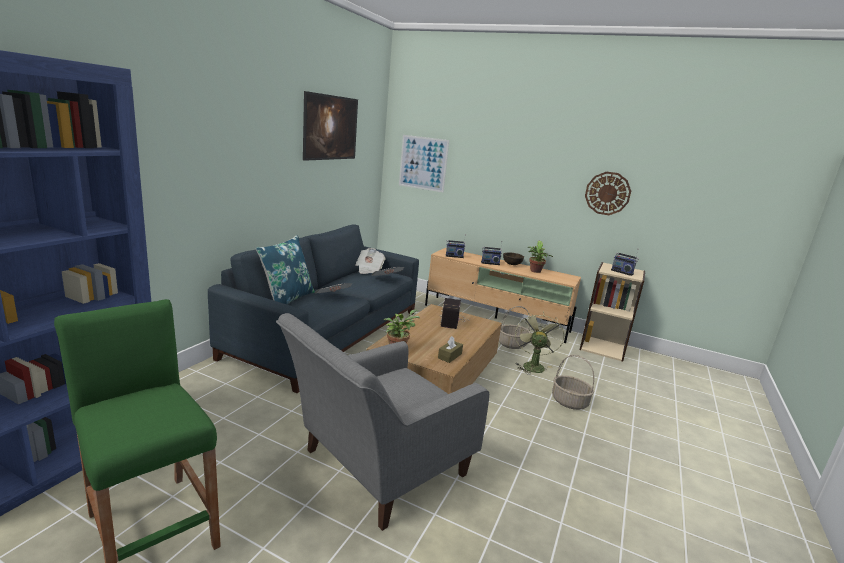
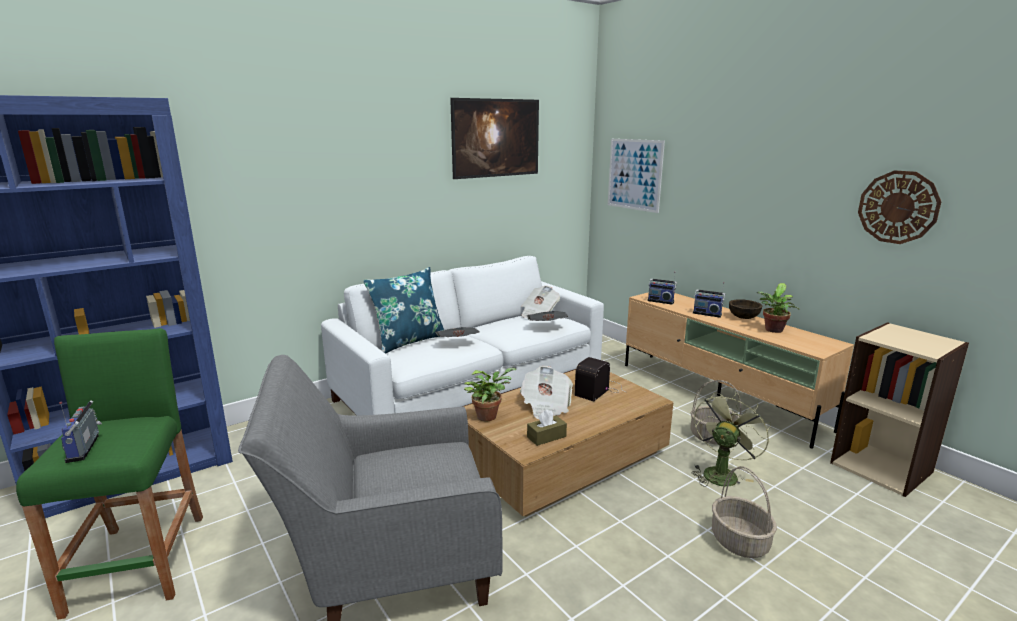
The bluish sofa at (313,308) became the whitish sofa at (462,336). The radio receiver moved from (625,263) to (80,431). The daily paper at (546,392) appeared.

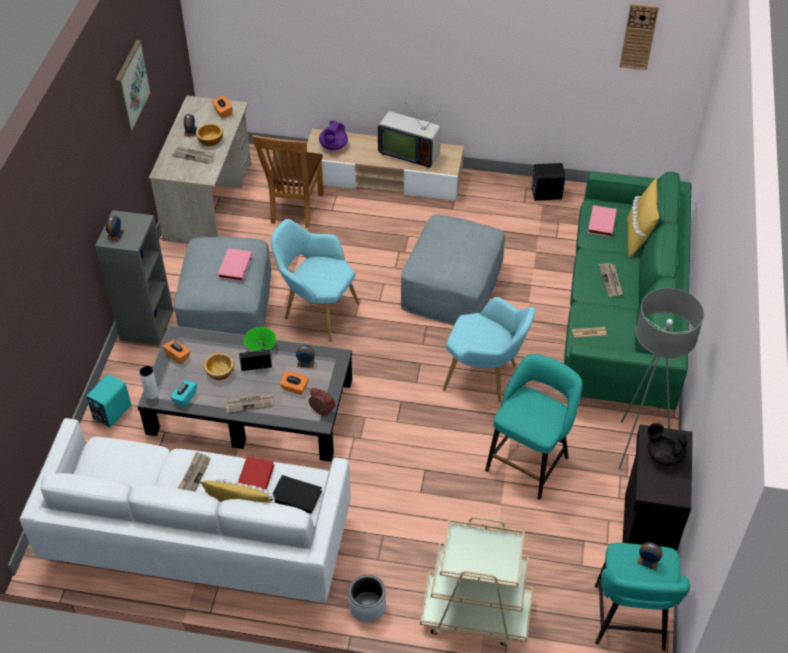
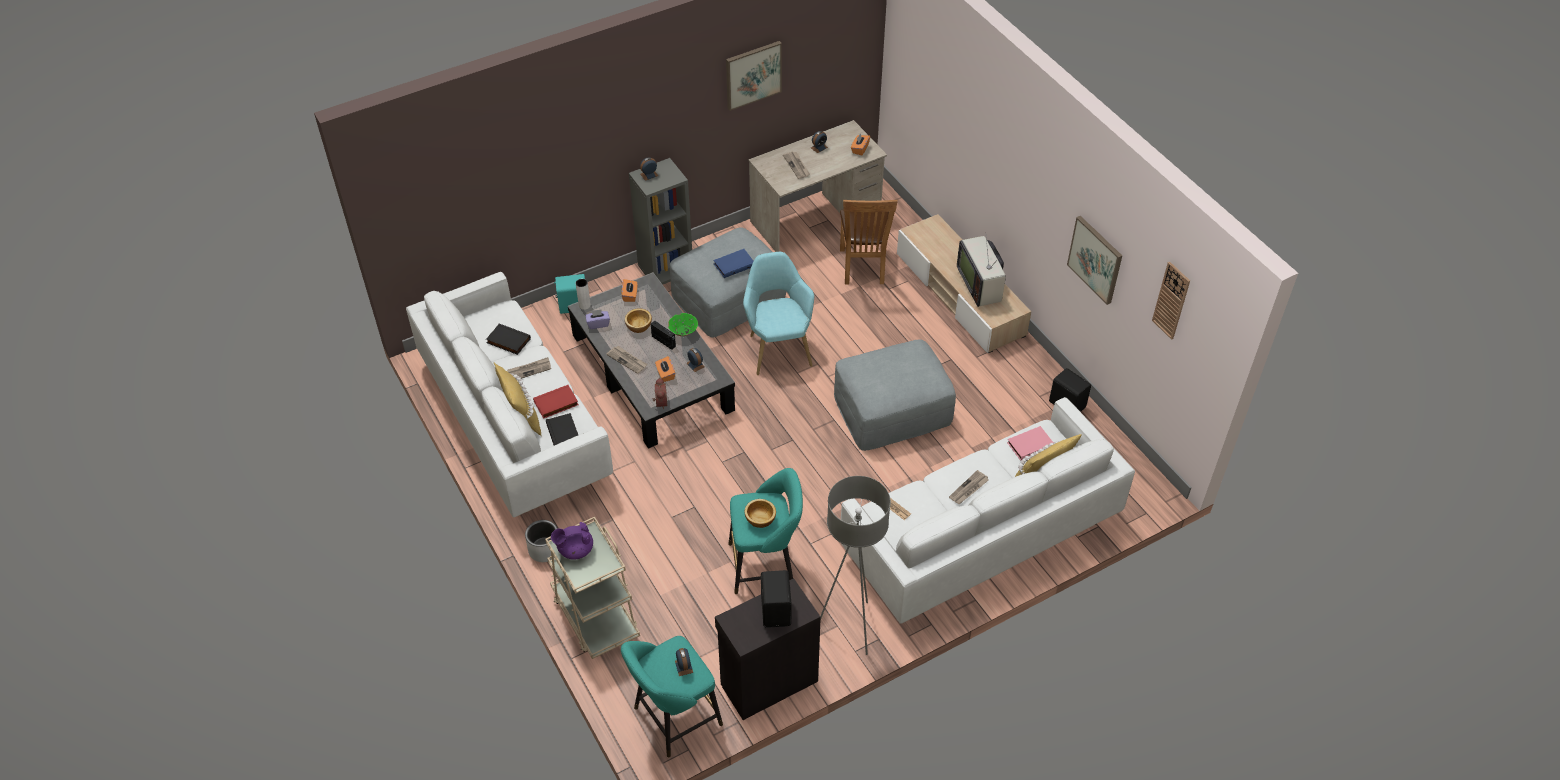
The turquoise tissue box at (183,393) became the purple-coloured tissue box at (597,319). The serving bowl moved from (209,134) to (760,513). The pinkish book at (235,265) became the bluish book at (733,263). The brown chair at (288,181) turned 60 degrees counterclockwise. The purple-coloured pot for tea moved from (333,135) to (572,541). The turquoise easy chair at (489,350) disappeared. The greenish sofa at (627,291) became the whitish sofa at (988,510). The blackish pot for tea at (667,444) was replaced by the blackish loudspeaker at (776,599). The blackish book at (508,339) appeared. The picture at (1094,260) appeared.

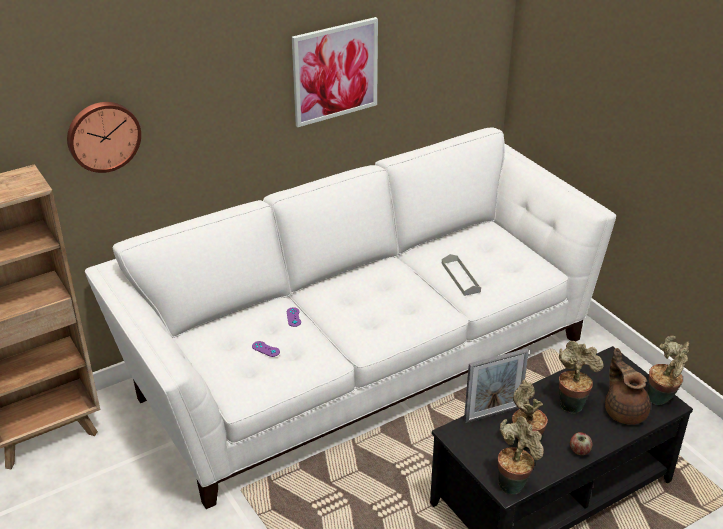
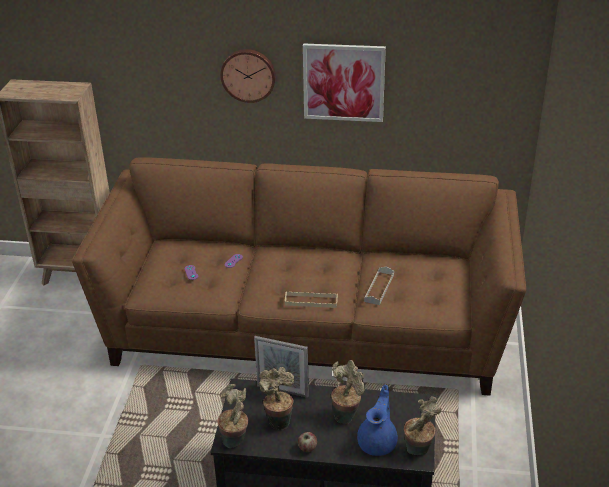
The hanging clock moved from (104,137) to (248,76). The whitish sofa at (350,318) became the brown sofa at (299,276). The brown pot for tea at (628,386) became the bluish pot for tea at (377,420). The sand-coloured serving tray at (311,299) appeared.

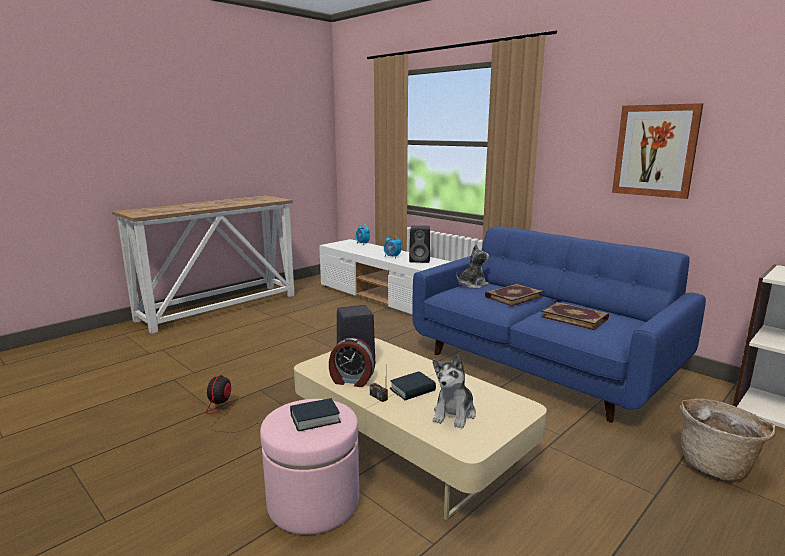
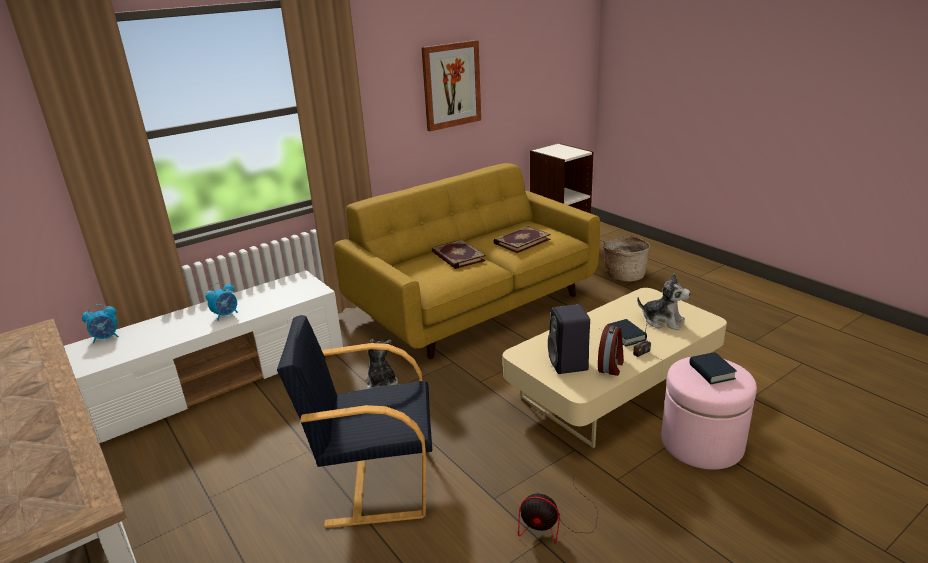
The blackish loudspeaker at (419,244) disappeared. The bluish sofa at (559,324) became the yellow sofa at (467,261). The cuddly toy moved from (472,266) to (382,364). The blackish easy chair at (354,421) appeared.

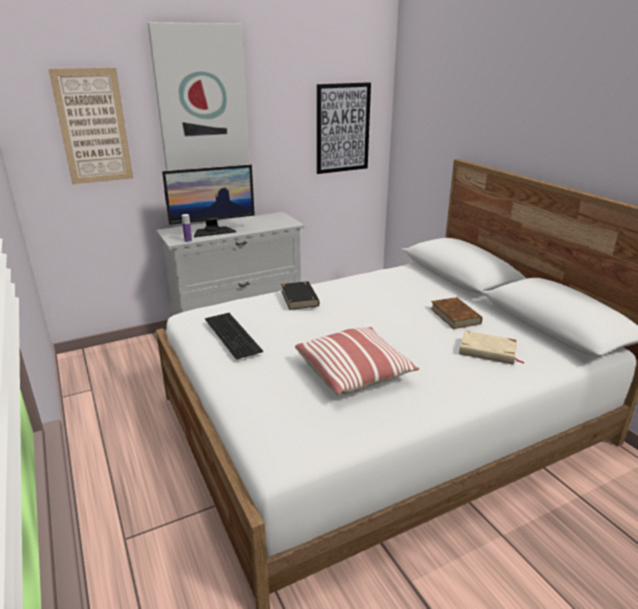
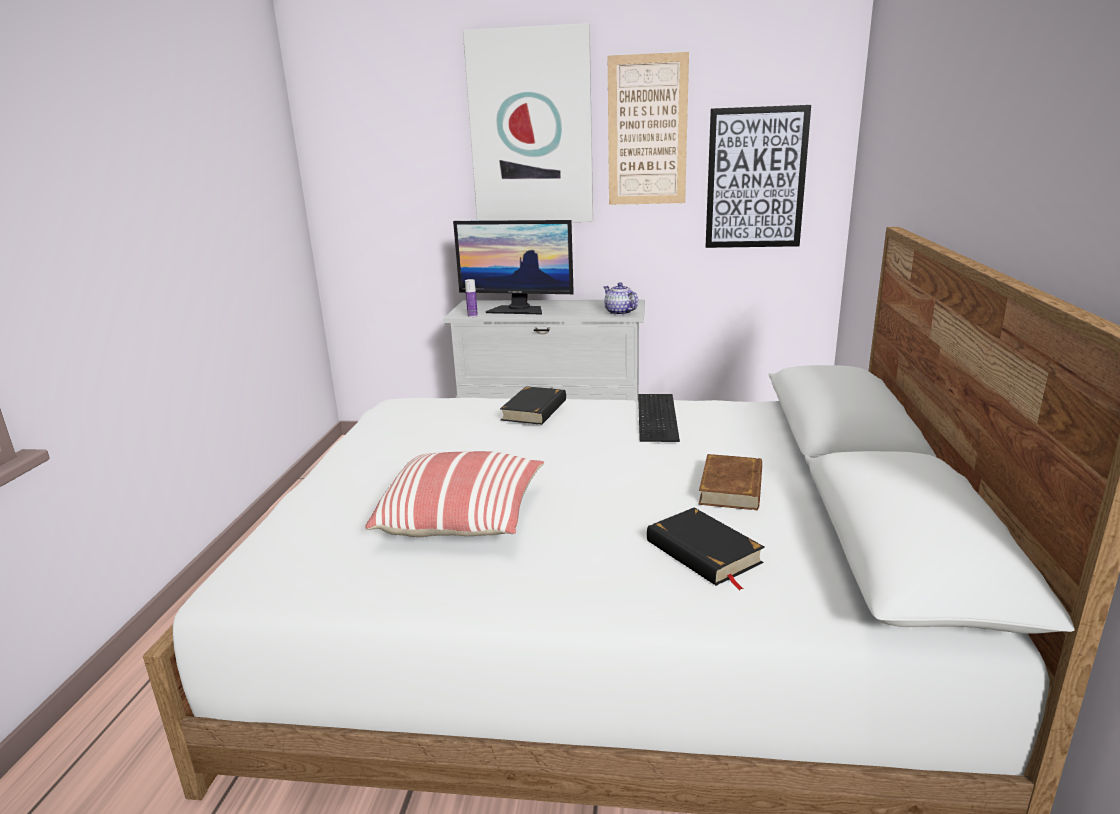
The picture moved from (90,126) to (648,128). The computer keyboard moved from (234,336) to (659,418). The sand-coloured book at (491,348) became the blackish book at (706,549). The pot for tea at (620,298) appeared.

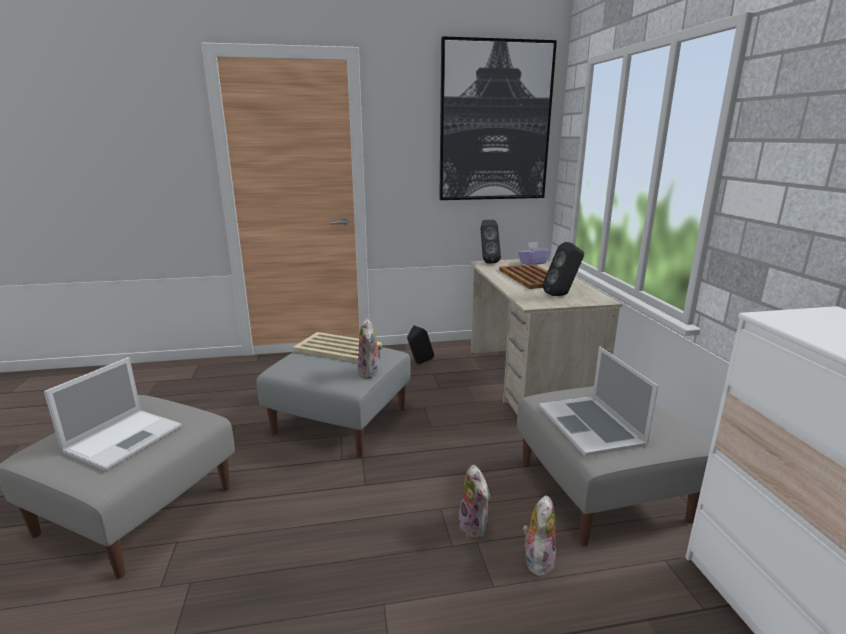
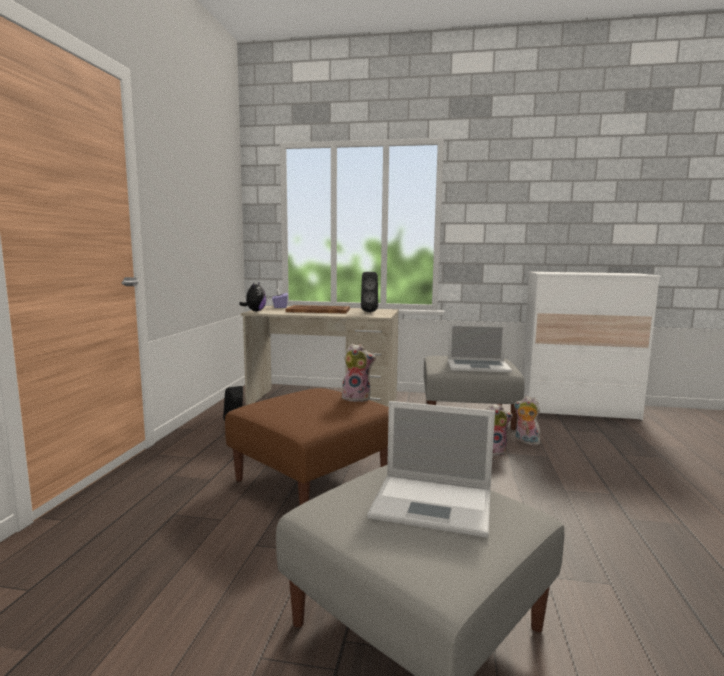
The notebook computer at (113,414) turned 150 degrees clockwise. The gray pouffe at (334,402) became the brown pouffe at (307,446). The sand-coloured serving tray at (337,347) disappeared. The picture at (498,118) disappeared. The blackish loudspeaker at (491,241) was replaced by the cuddly toy at (252,296).

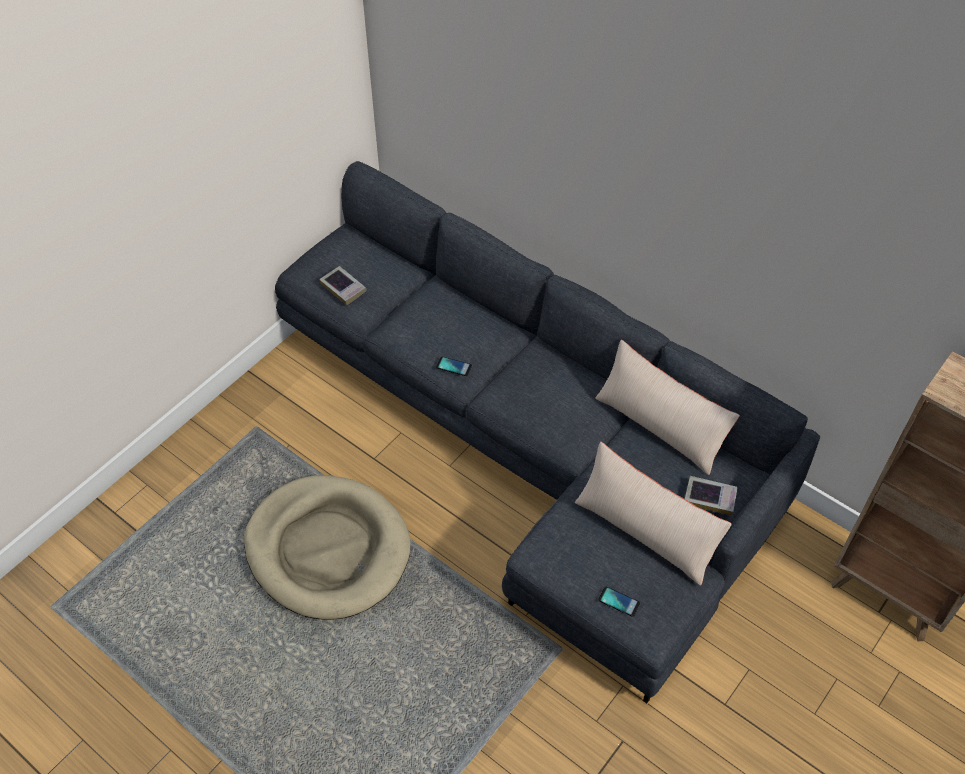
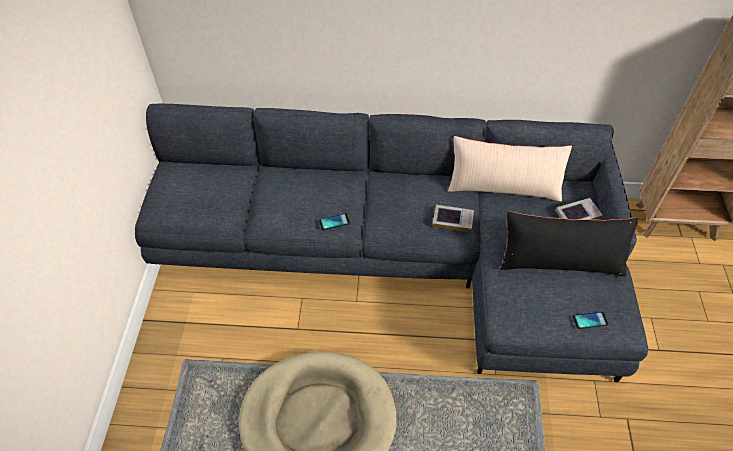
The book moved from (343,285) to (453,218). The sand-coloured cushion at (653,514) became the blackish cushion at (569,244).

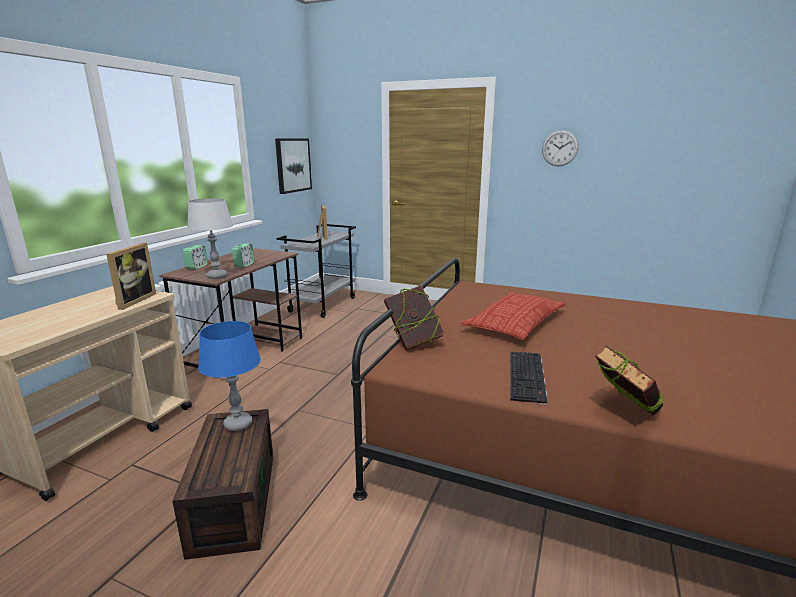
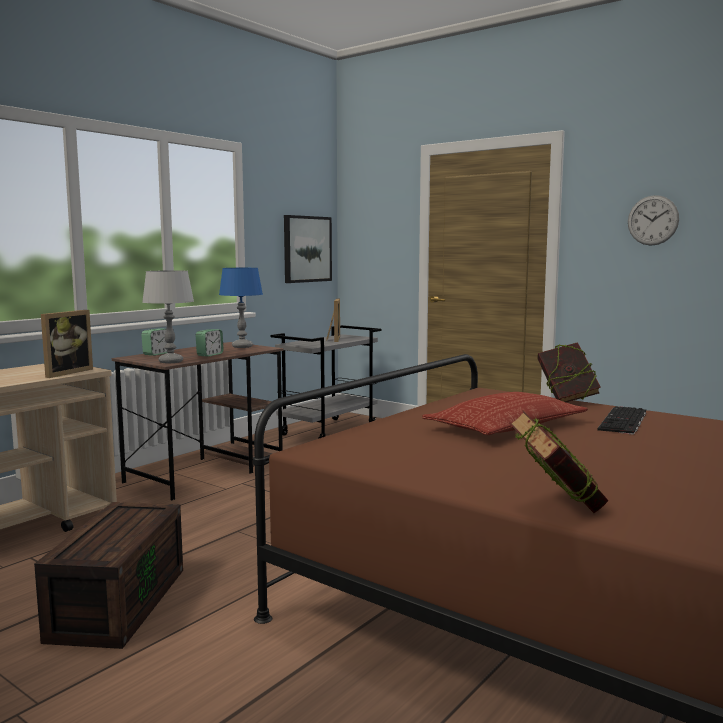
The bluish tabletop lamp moved from (229,376) to (241,308). The book moved from (414,317) to (569,372). The computer keyboard moved from (529,378) to (621,420).

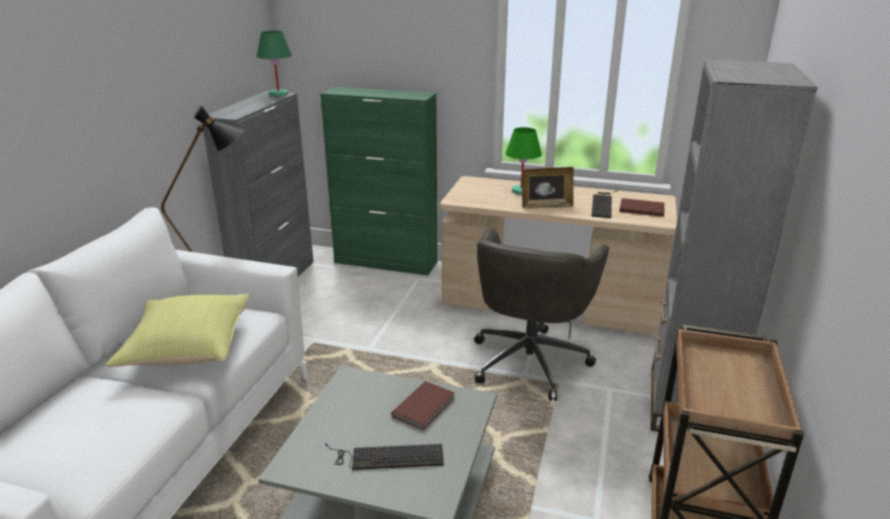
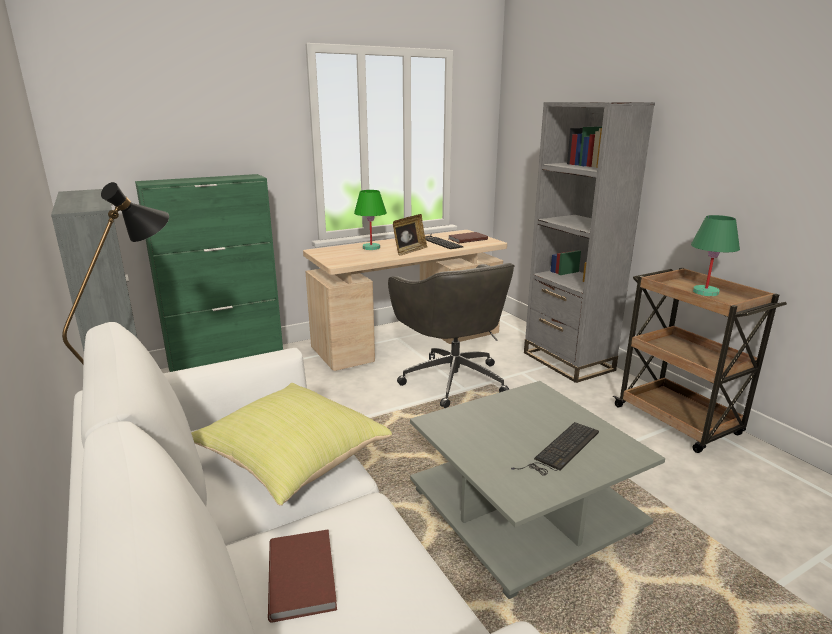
The greenish tabletop lamp moved from (274,64) to (715,255). The brown book moved from (423,405) to (302,576).

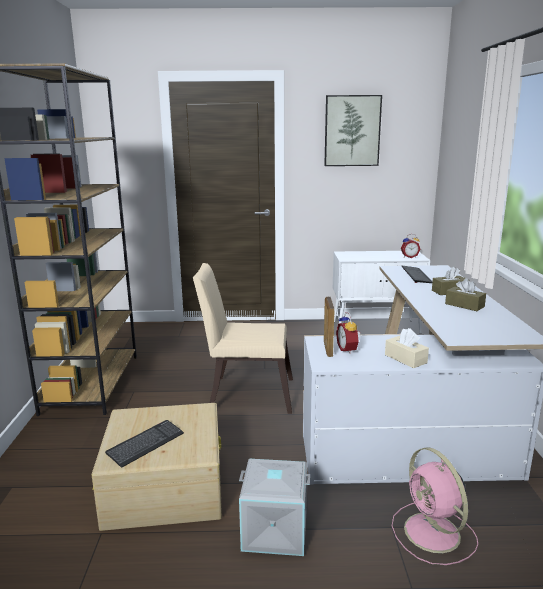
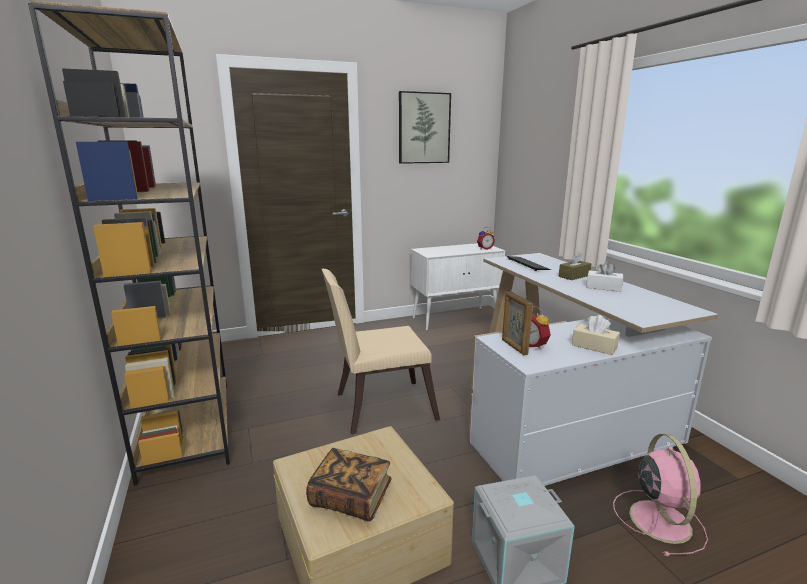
The computer keyboard at (144,444) was replaced by the book at (349,485). The pinkish fan at (435,506) turned 135 degrees counterclockwise. The brown tissue box at (465,294) became the whitish tissue box at (604,276).

